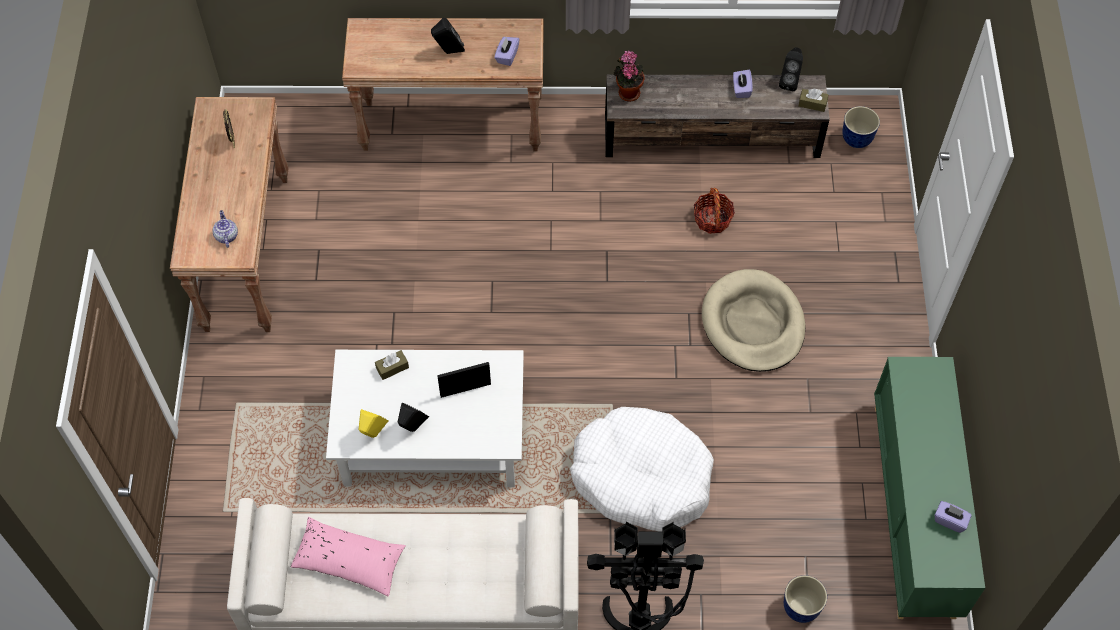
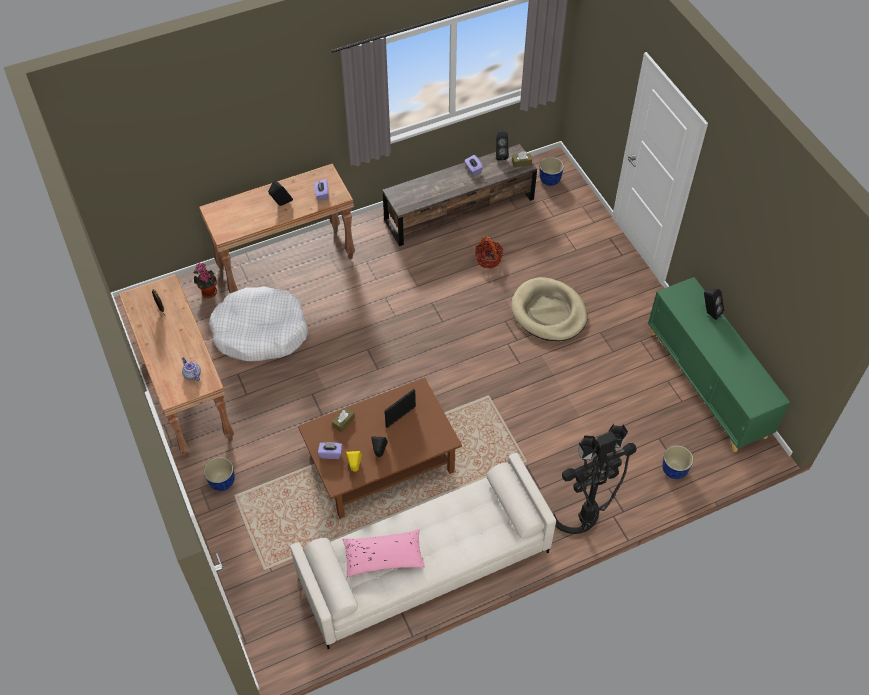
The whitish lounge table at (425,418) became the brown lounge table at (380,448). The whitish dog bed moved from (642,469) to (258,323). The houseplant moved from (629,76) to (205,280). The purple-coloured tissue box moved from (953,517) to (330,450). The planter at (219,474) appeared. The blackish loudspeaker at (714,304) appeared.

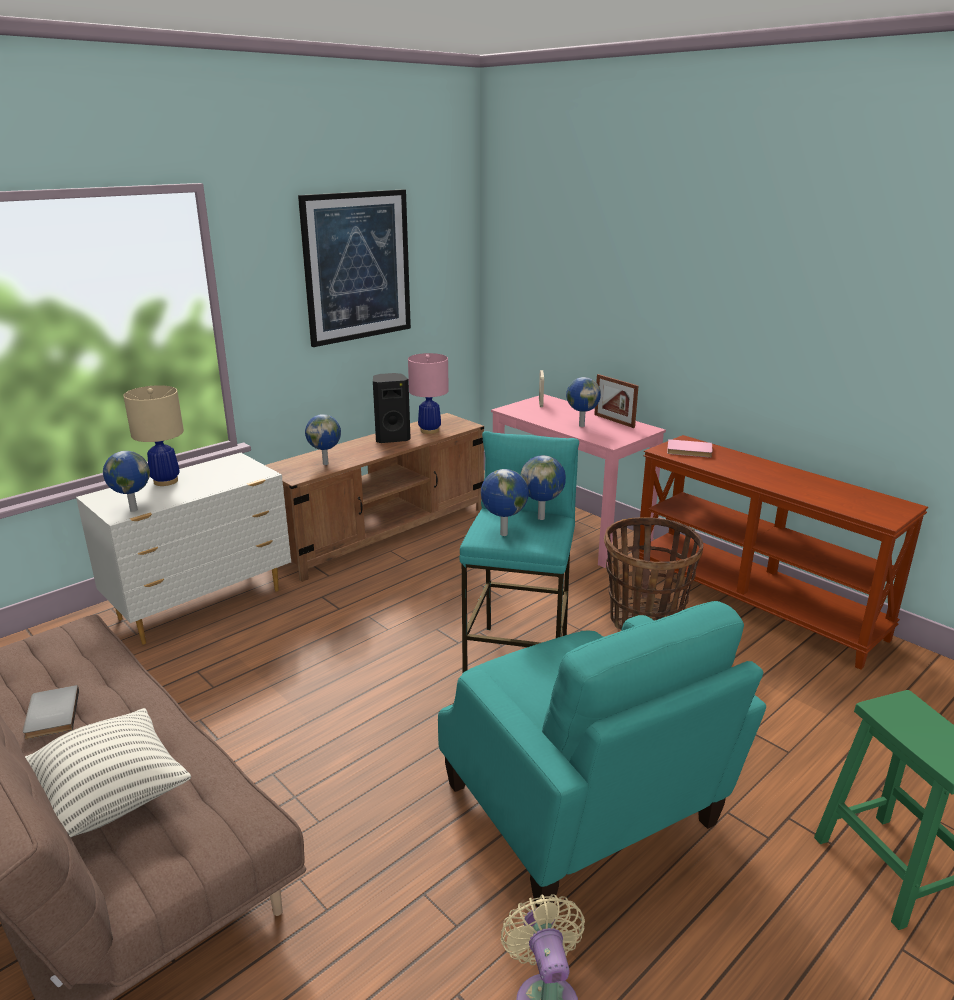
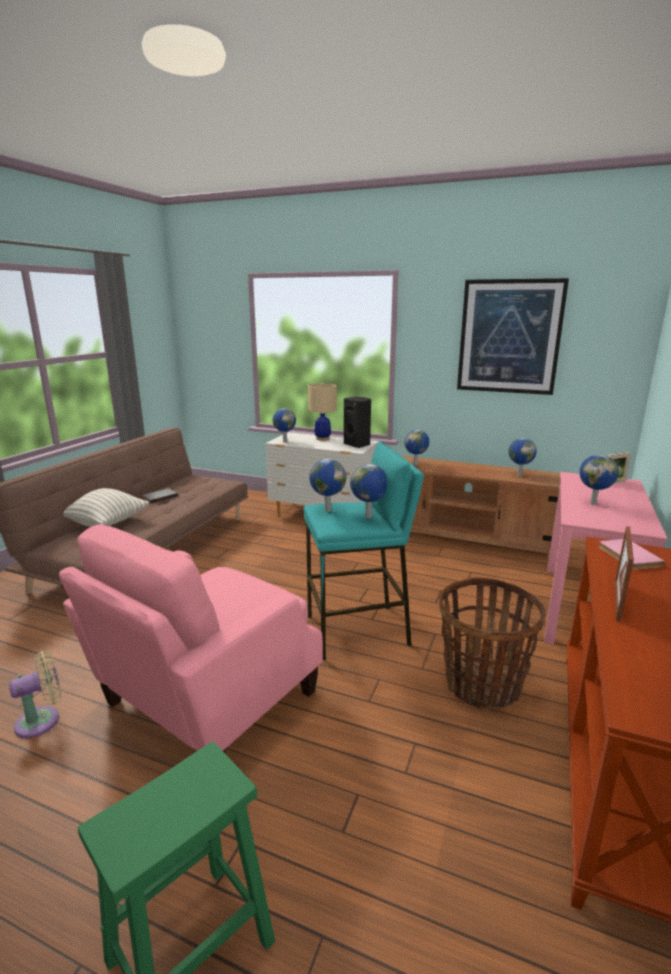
The blackish loudspeaker moved from (392,408) to (357,422). The pinkish tabletop lamp at (428,393) was replaced by the world globe at (522,457). The turquoise easy chair at (602,754) became the pinkish easy chair at (191,639). The standing frame moved from (616,401) to (624,574).

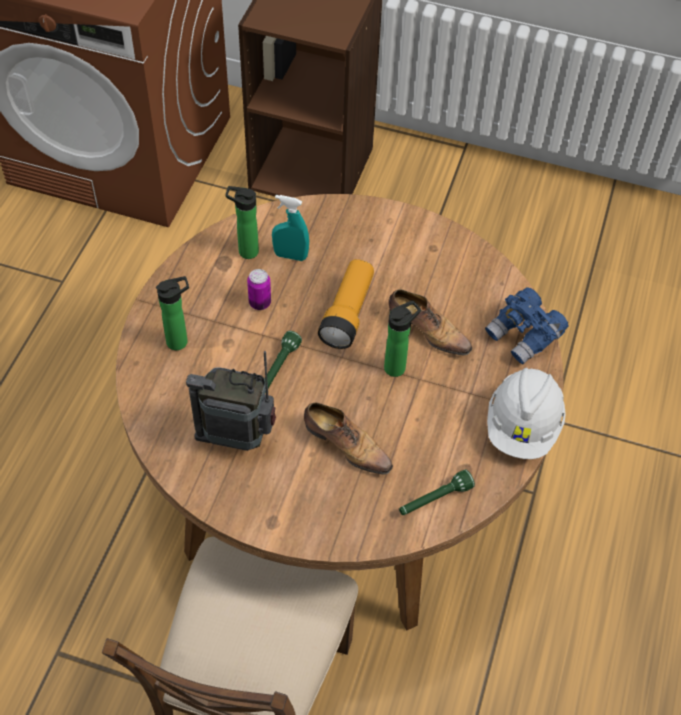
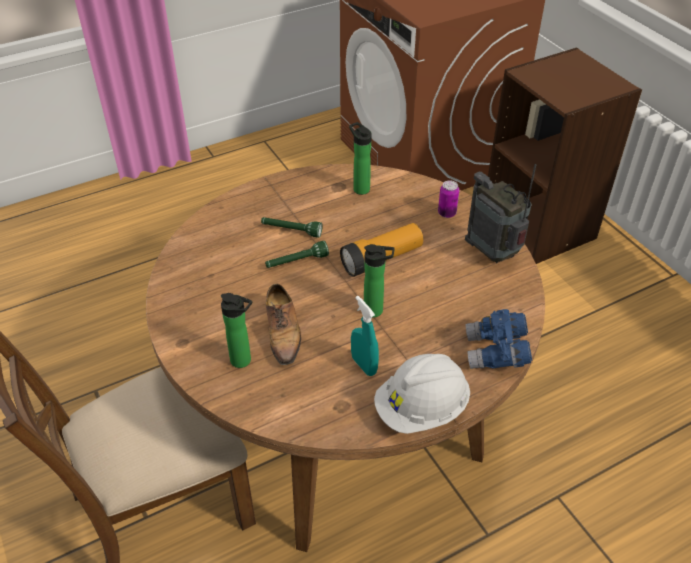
The drink bottle moved from (172,313) to (236,330). The radio receiver moved from (231,401) to (500,213). The sealed can moved from (259,289) to (448,199). The turquoise sprayer moved from (290,228) to (365,336). The item of footwear at (430,322) disappeared. The greenish hand torch moved from (437,492) to (292,227).

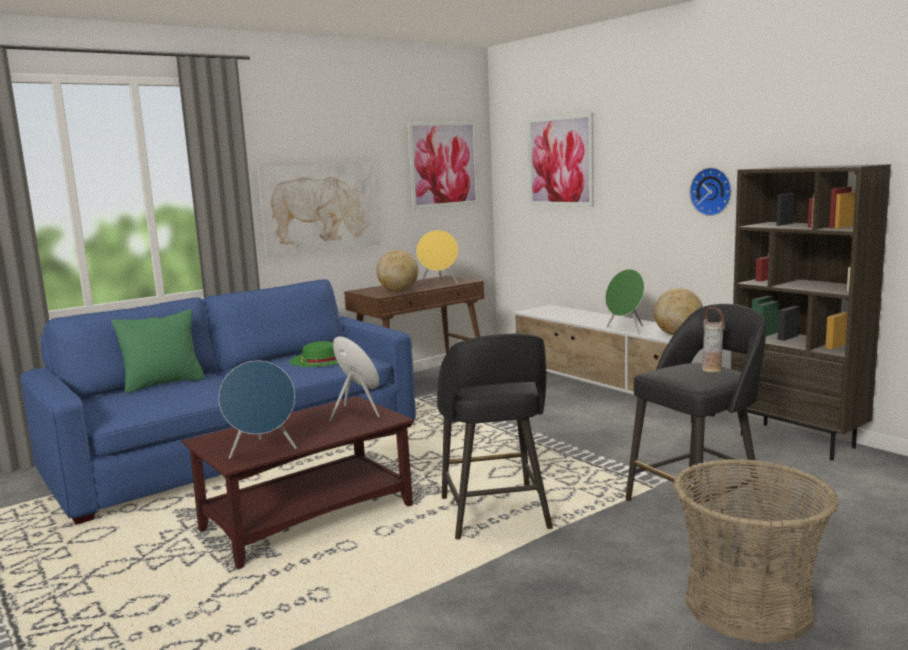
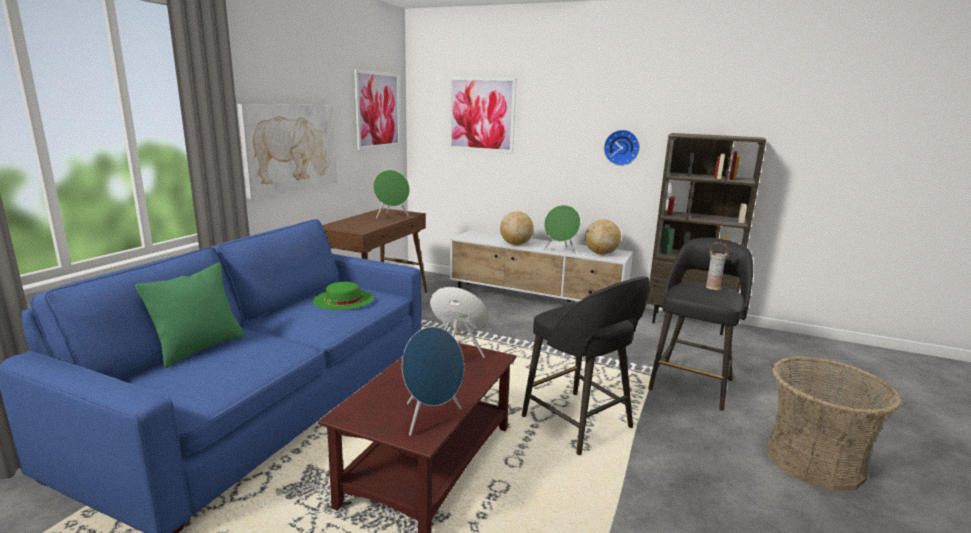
The world globe moved from (397,271) to (517,228). The yellow loudspeaker at (437,257) became the greenish loudspeaker at (391,194).

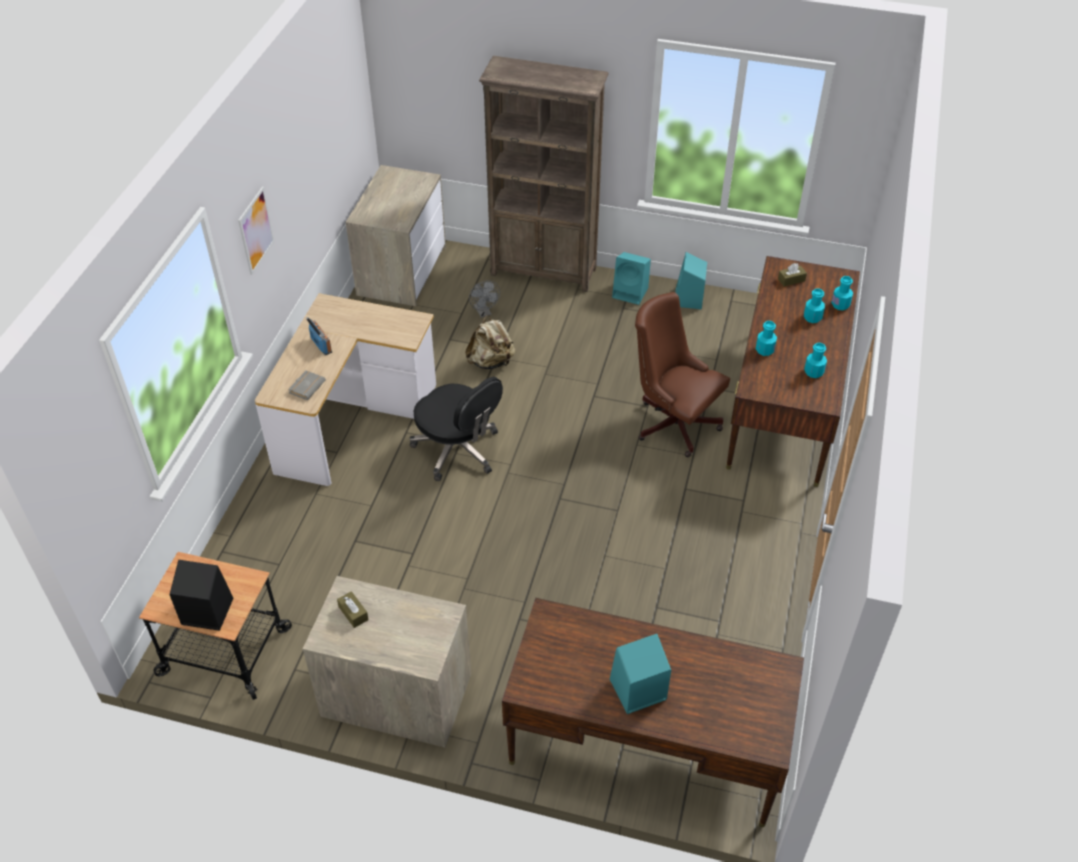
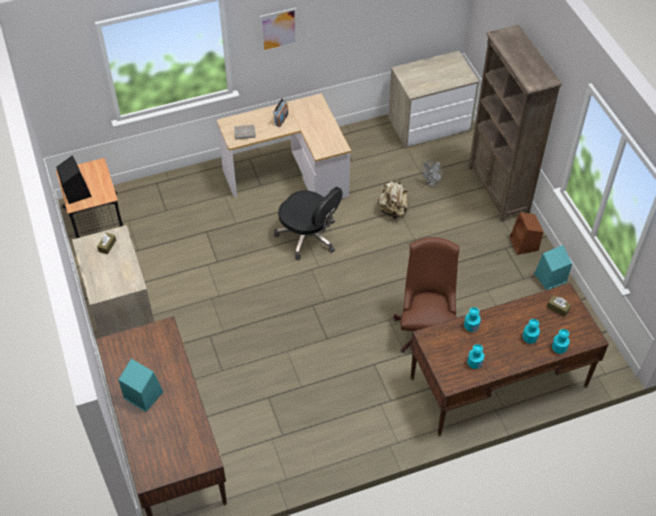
The blackish office chair at (456,429) turned 60 degrees counterclockwise. The turquoise loudspeaker at (631,278) became the brown loudspeaker at (526,233).

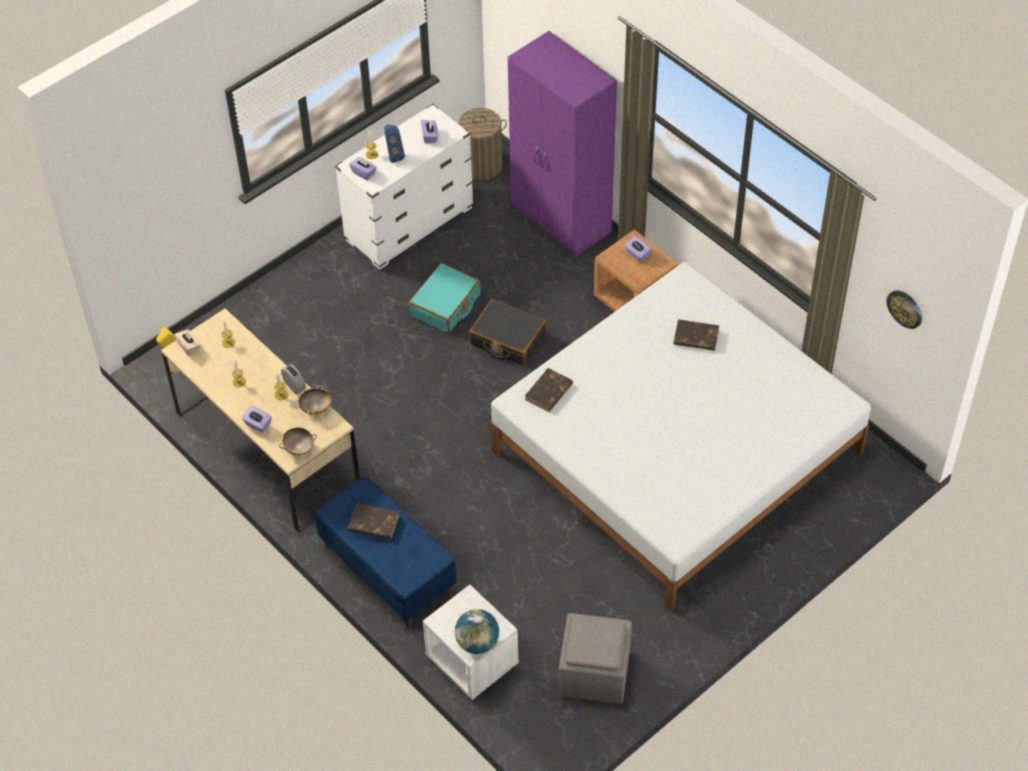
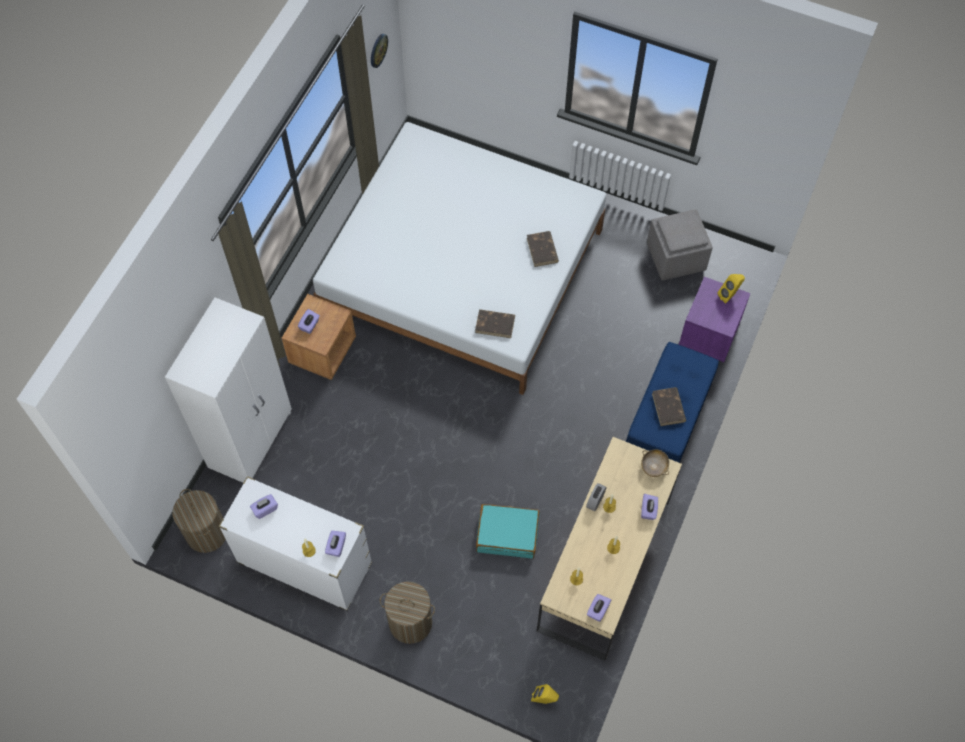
The sand-coloured tissue box at (187,342) became the purple-coloured tissue box at (599,608). The sand-coloured serving bowl at (315,400) disappeared. The bluish loudspeaker at (394,143) disappeared. The turquoise travel case moved from (445,298) to (507,531). The whitish nightstand at (471,642) became the purple-coloured nightstand at (714,319). The world globe at (477,631) was replaced by the yellow loudspeaker at (731,289). The blackish travel case at (507,332) disappeared. The purple-coloured armoire at (562,144) became the whitish armoire at (228,390). The brown book moved from (696,335) to (543,249). The hamper at (407,612) appeared.

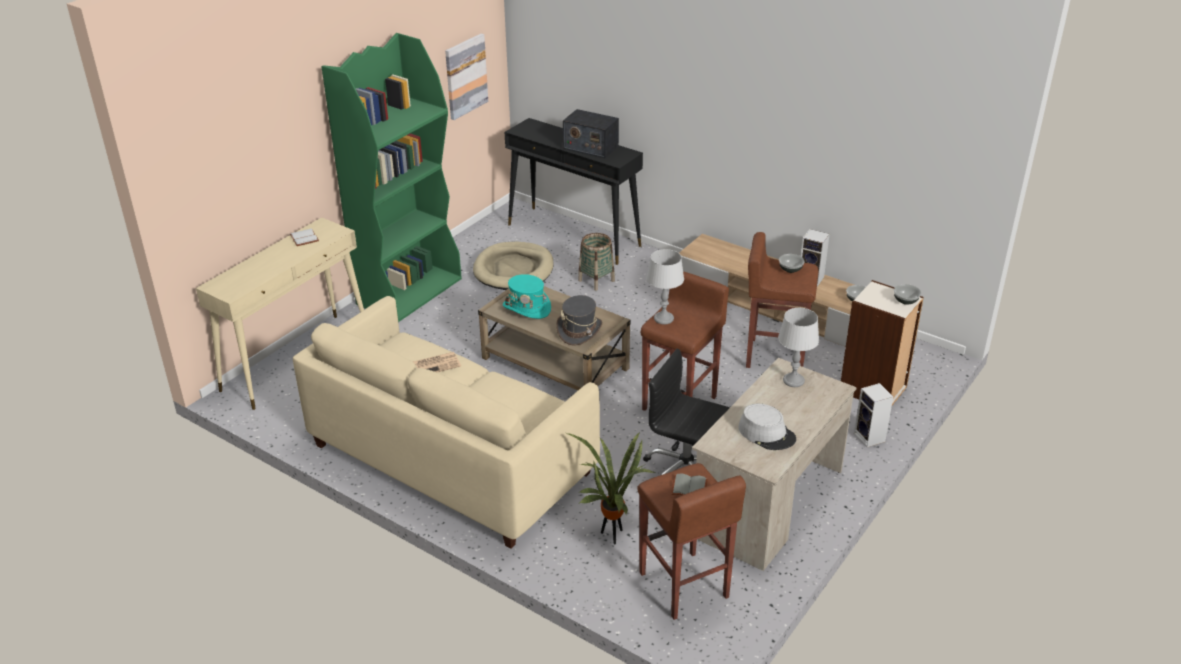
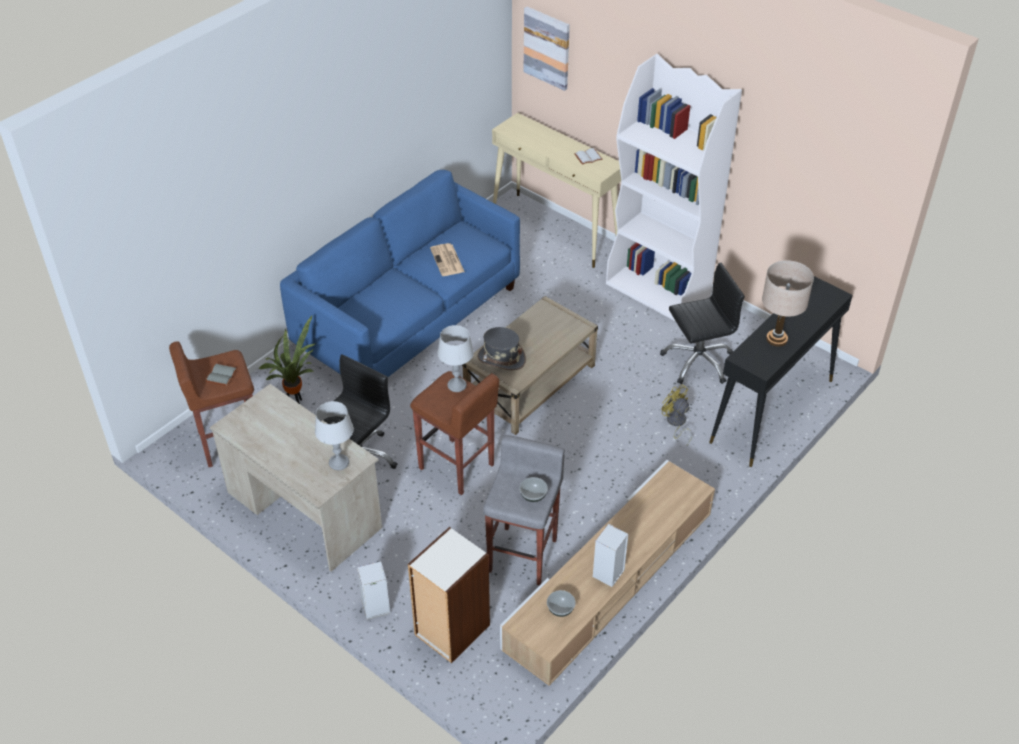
The sand-coloured sofa at (446,422) became the bluish sofa at (400,273). The greenish shelving unit at (392,177) became the whitish shelving unit at (674,187). The picture moved from (466,77) to (547,49). The sand-coloured dog bed at (513,266) was replaced by the blackish office chair at (702,323). The turquoise wearable hat at (527,296) disappeared. The radio receiver at (591,133) was replaced by the sand-coloured tabletop lamp at (788,303). The basket at (596,262) was replaced by the yellow fan at (676,414). The gray wearable hat at (767,427) disappeared. The brown stool at (782,300) became the gray stool at (524,510). The serving bowl at (907,294) disappeared.

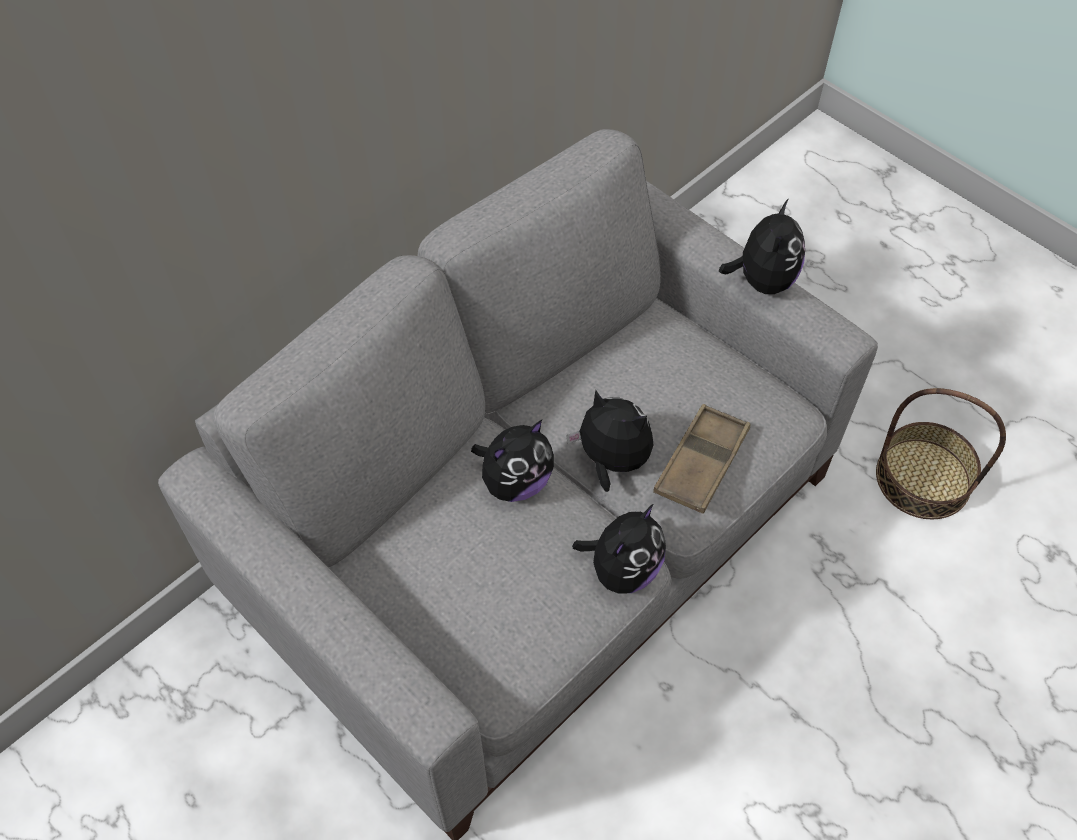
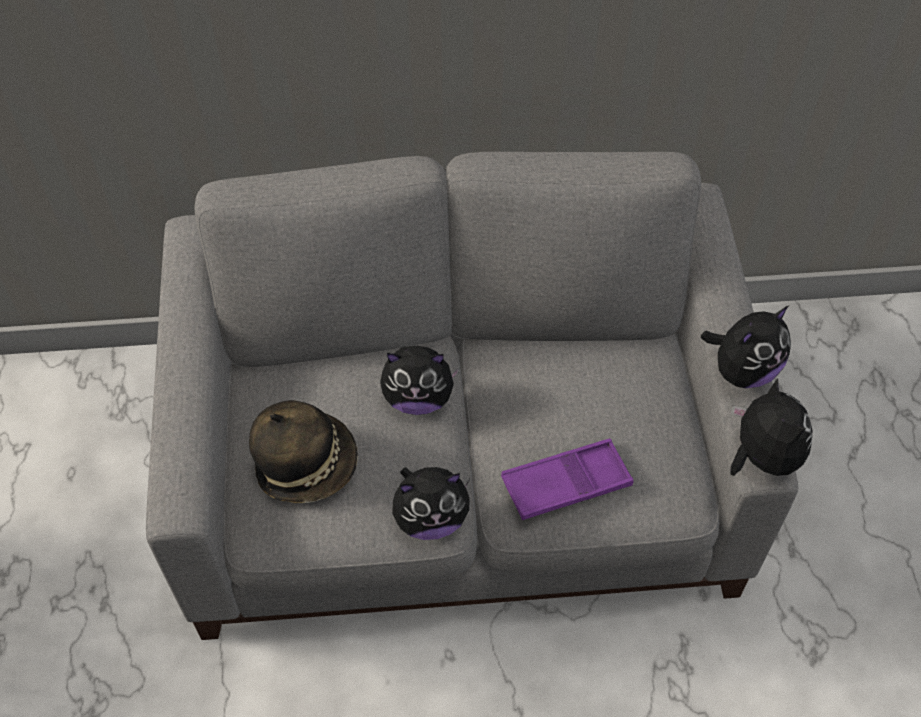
The cuddly toy moved from (609,441) to (771,427). The brown serving tray at (702,459) became the purple-coloured serving tray at (567,479). The basket at (941,453) disappeared. The wearable hat at (303,451) appeared.

